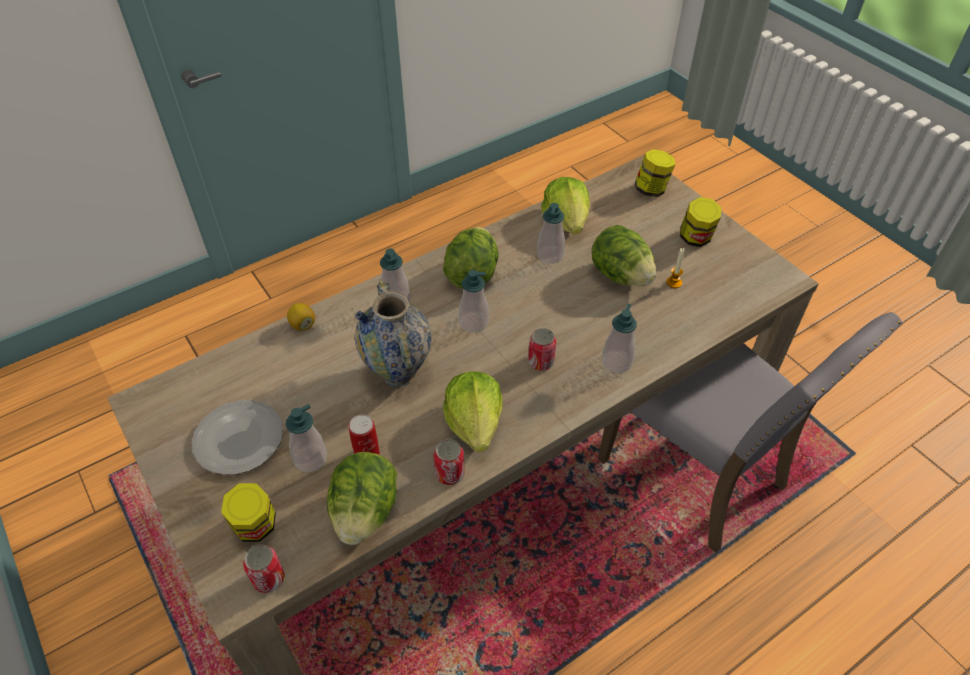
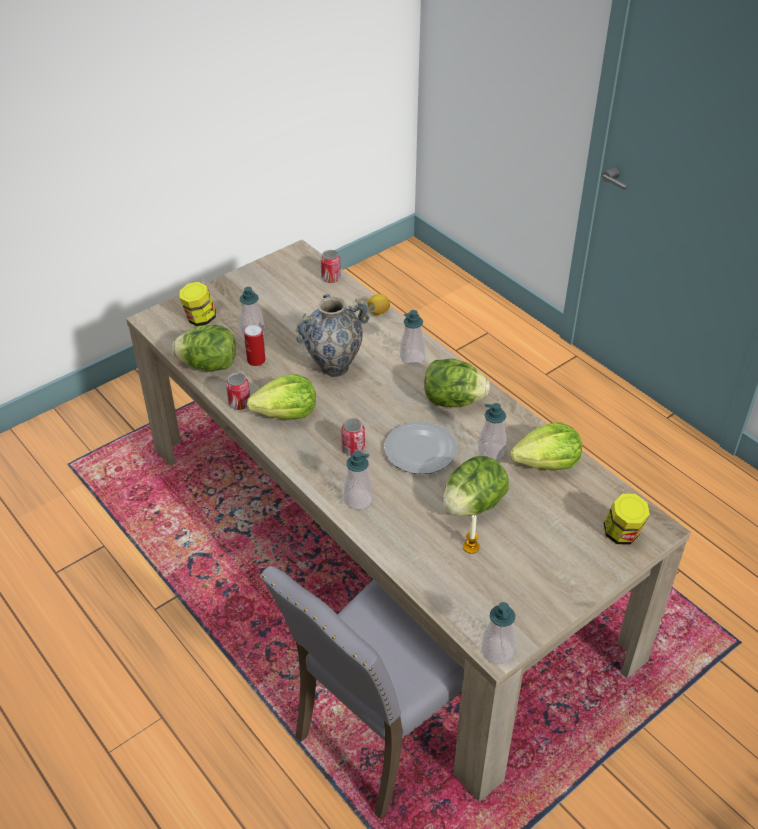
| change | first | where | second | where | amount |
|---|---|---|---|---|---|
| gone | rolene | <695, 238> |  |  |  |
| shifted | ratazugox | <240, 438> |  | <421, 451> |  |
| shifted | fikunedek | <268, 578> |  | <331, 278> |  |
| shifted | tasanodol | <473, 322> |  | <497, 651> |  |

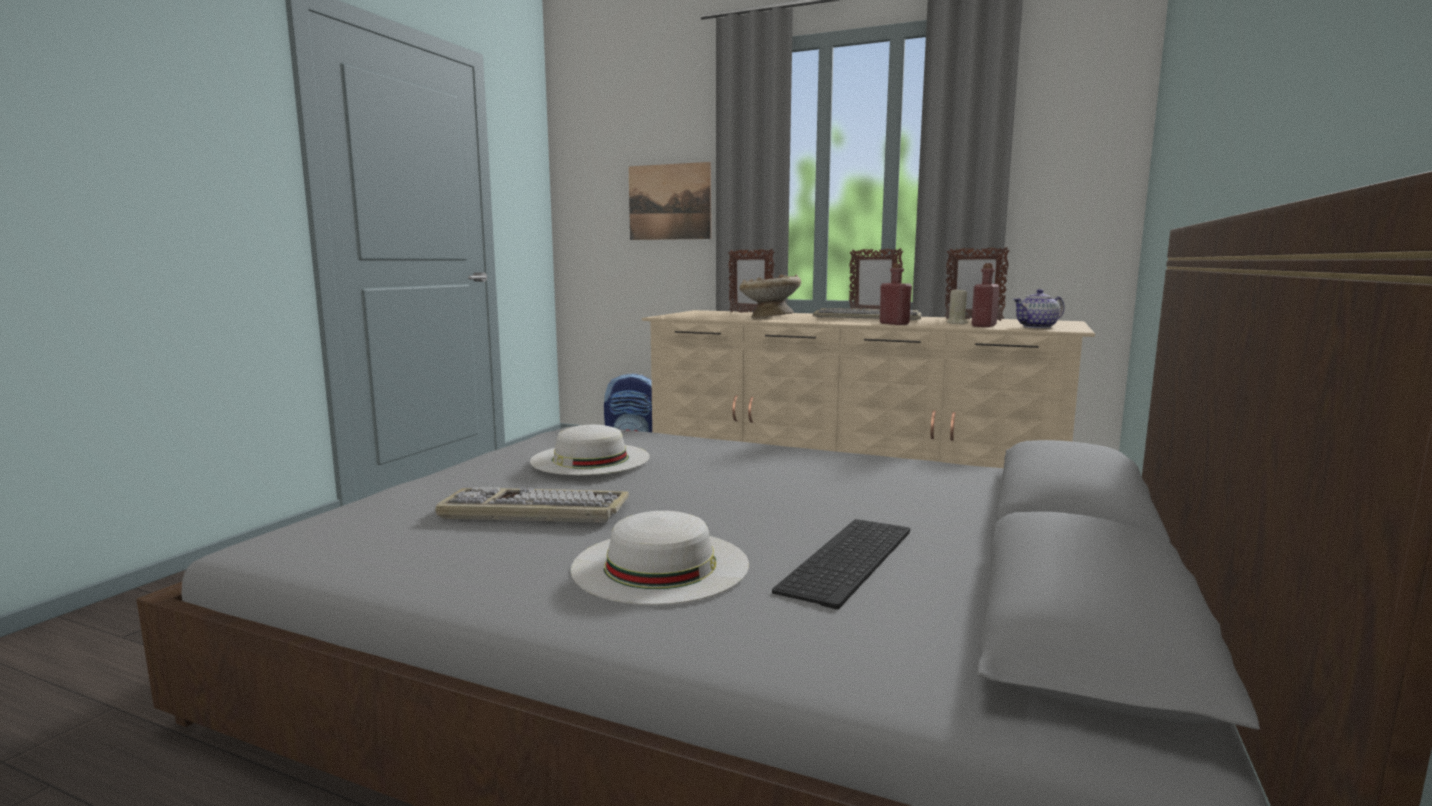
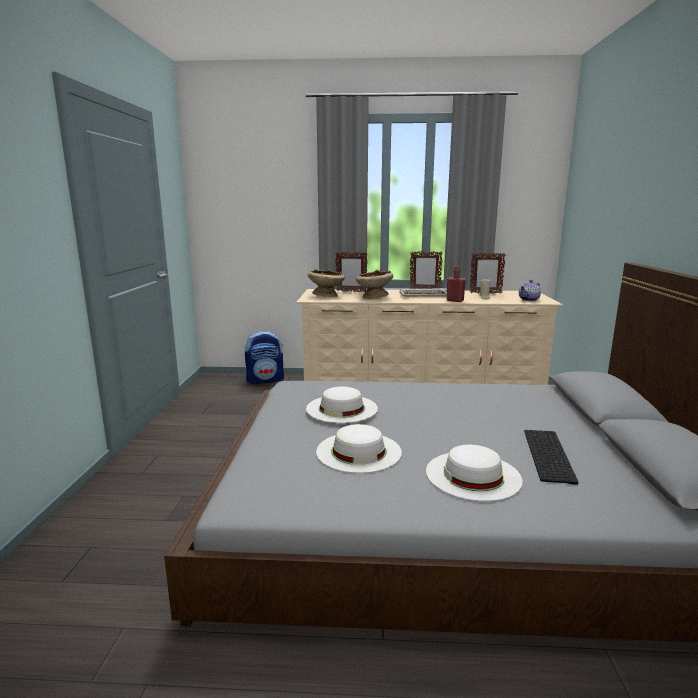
| change | first | where | second | where | amount |
|---|---|---|---|---|---|
| gone | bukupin | <669, 202> |  |  |  |
| gone | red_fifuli | <984, 326> |  |  |  |
| new |  |  | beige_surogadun | <326, 295> |  |
| swapped | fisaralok | <532, 511> | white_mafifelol | <358, 451> |  |

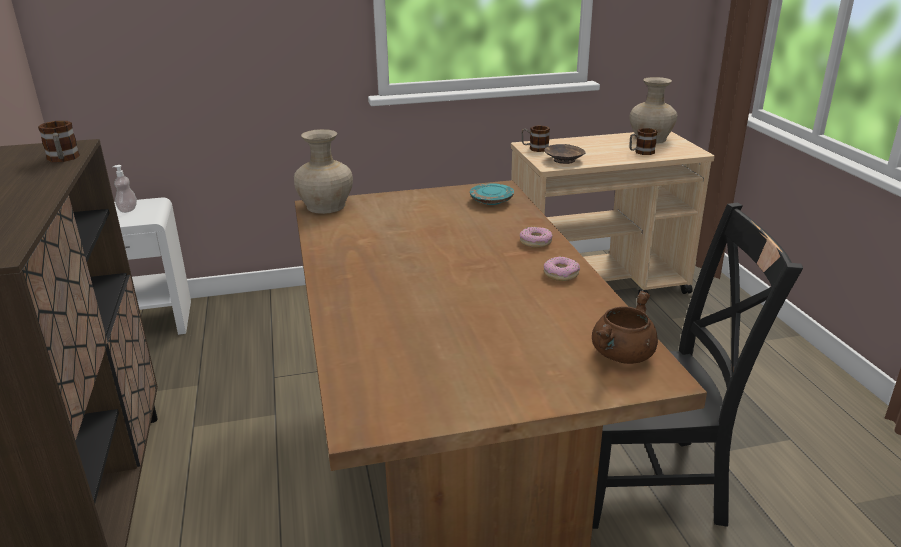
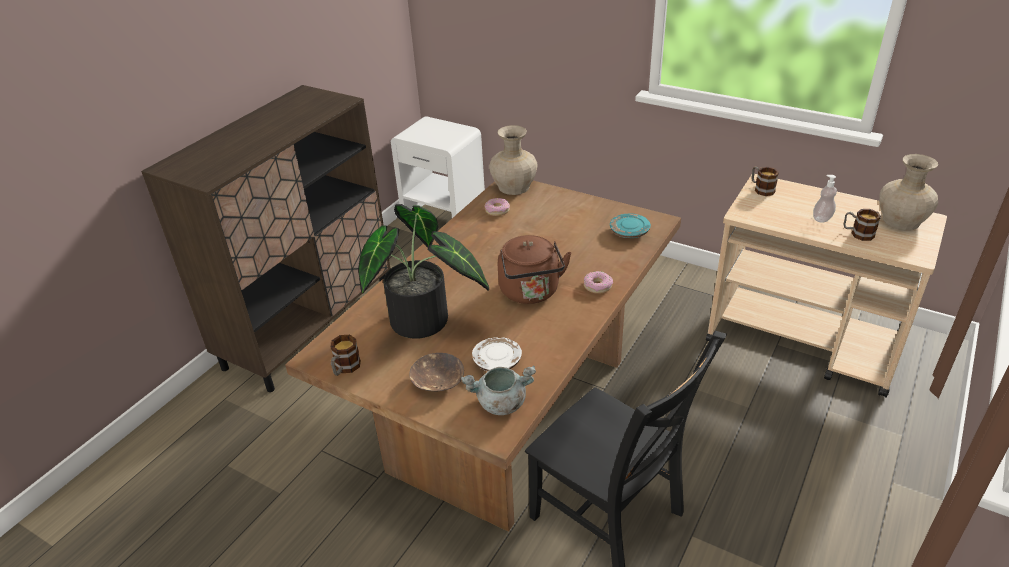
| change | first | where | second | where | amount |
|---|---|---|---|---|---|
| new |  |  | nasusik | <423, 325> |  |
| new |  |  | white_ratazugox | <497, 361> |  |
| new |  |  | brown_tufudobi | <531, 293> |  |
| shifted | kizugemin | <63, 159> |  | <345, 368> |  |
| shifted | tasanodol | <128, 210> |  | <822, 218> |  |
| shifted | brown_surogadun | <564, 160> |  | <437, 381> |  |
| shifted | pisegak | <561, 274> |  | <497, 210> |  |
| repainted | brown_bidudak | <622, 355> | grey_bidudak | <500, 404> |  |

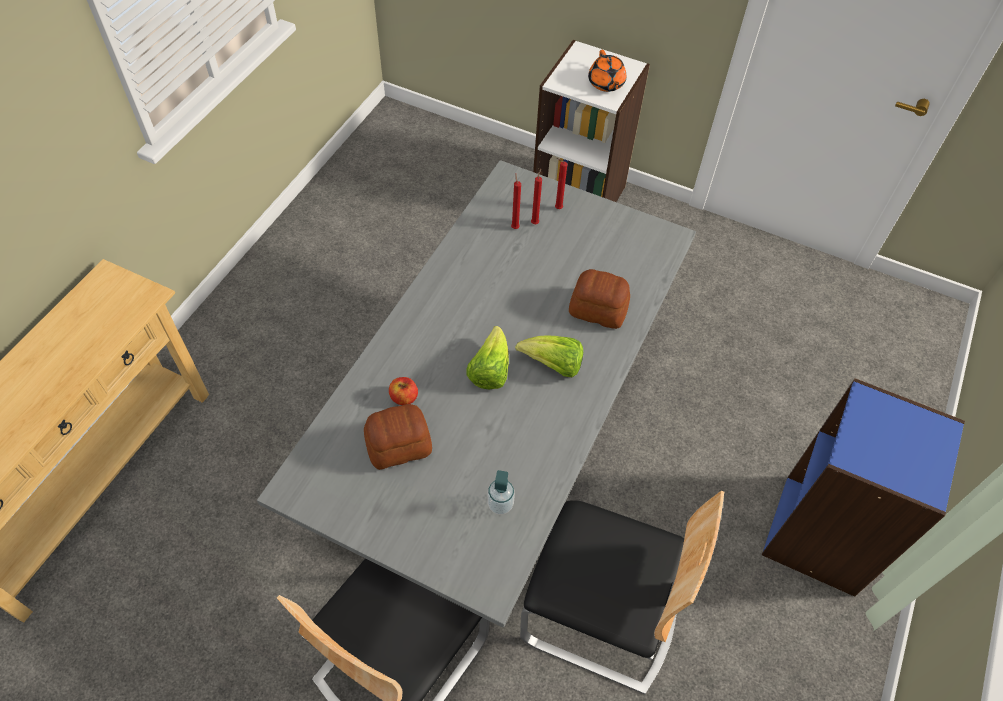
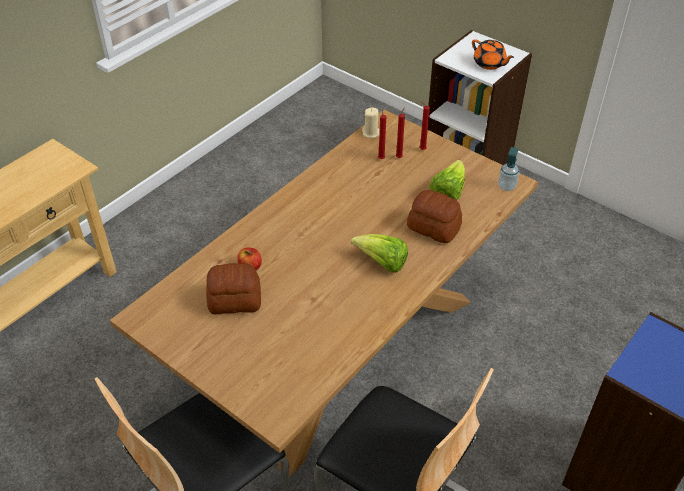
| change | first | where | second | where | amount |
|---|---|---|---|---|---|
| new |  |  | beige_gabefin | <371, 133> |  |
| shifted | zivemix | <490, 370> |  | <448, 192> |  |
| shifted | tasanodol | <500, 504> |  | <506, 186> |  |
| repainted | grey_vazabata | <499, 447> | brown_vazabata | <343, 352> |  |
| rotated | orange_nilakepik | <606, 84> |  | <489, 64> | 45 degrees counterclockwise |

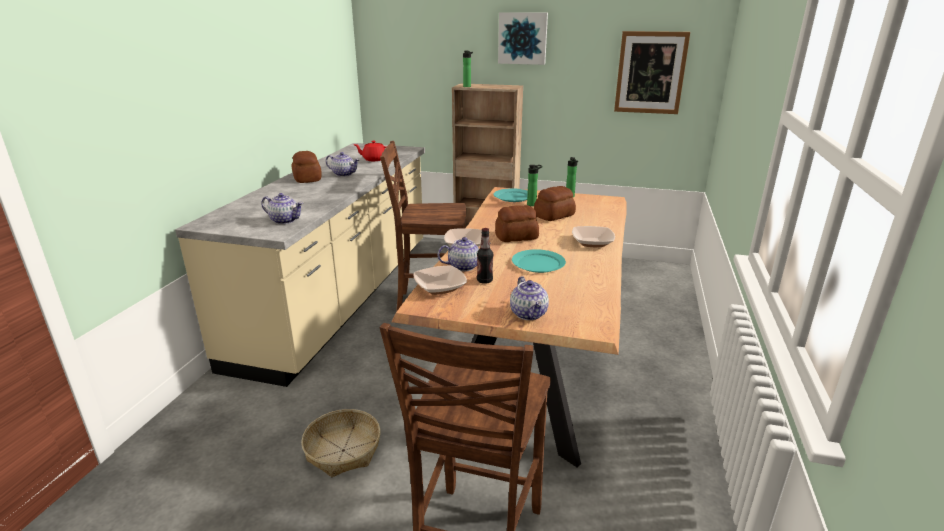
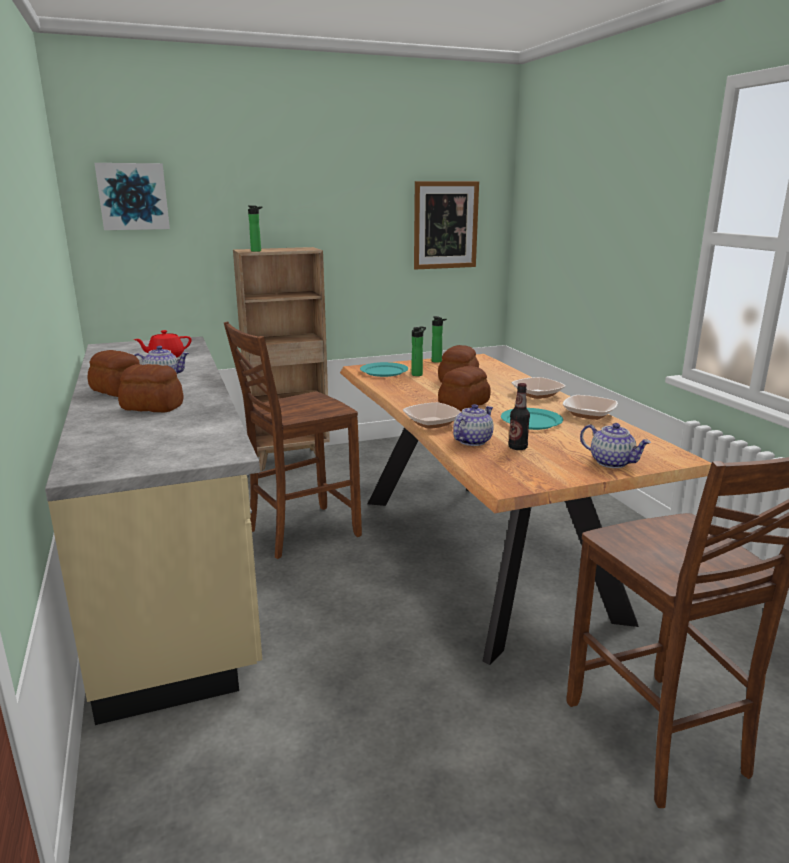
| change | first | where | second | where | amount |
|---|---|---|---|---|---|
| gone | nilakepik | <285, 220> |  |  |  |
| gone | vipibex | <343, 450> |  |  |  |
| new |  |  | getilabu | <152, 407> |  |
| shifted | surogadun | <440, 287> |  | <589, 414> |  |
| shifted | bukupin | <522, 38> |  | <133, 196> |  |

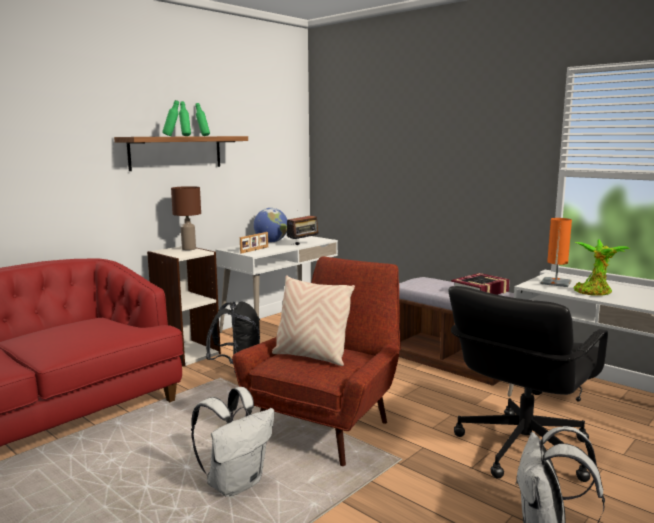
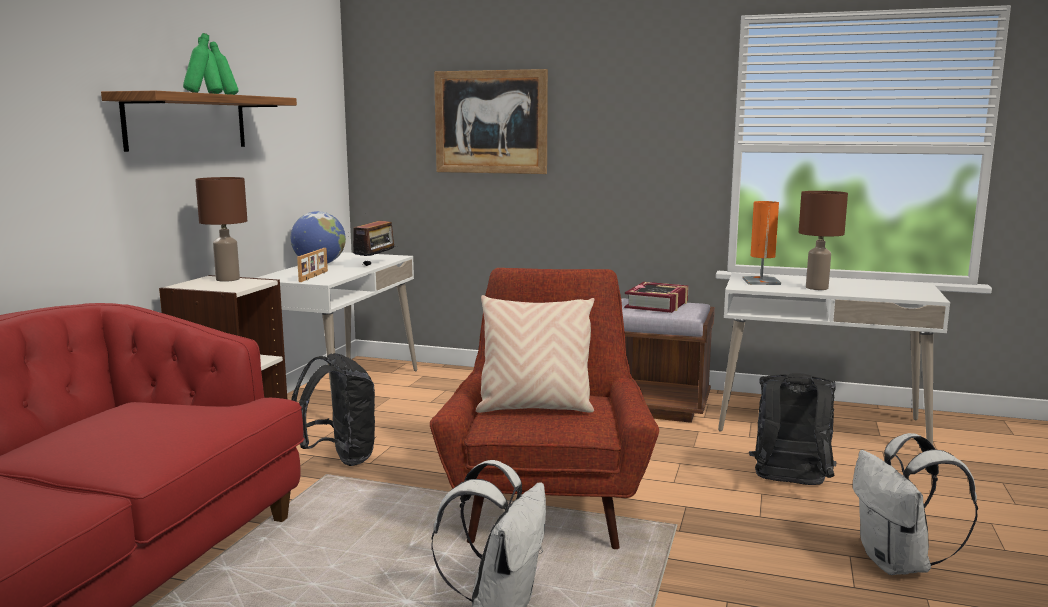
| change | first | where | second | where | amount |
|---|---|---|---|---|---|
| new |  |  | bukupin | <491, 122> |  |
| swapped | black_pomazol | <521, 449> | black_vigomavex | <789, 485> |  |
| swapped | nasusik | <594, 293> | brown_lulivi | <816, 288> |  |

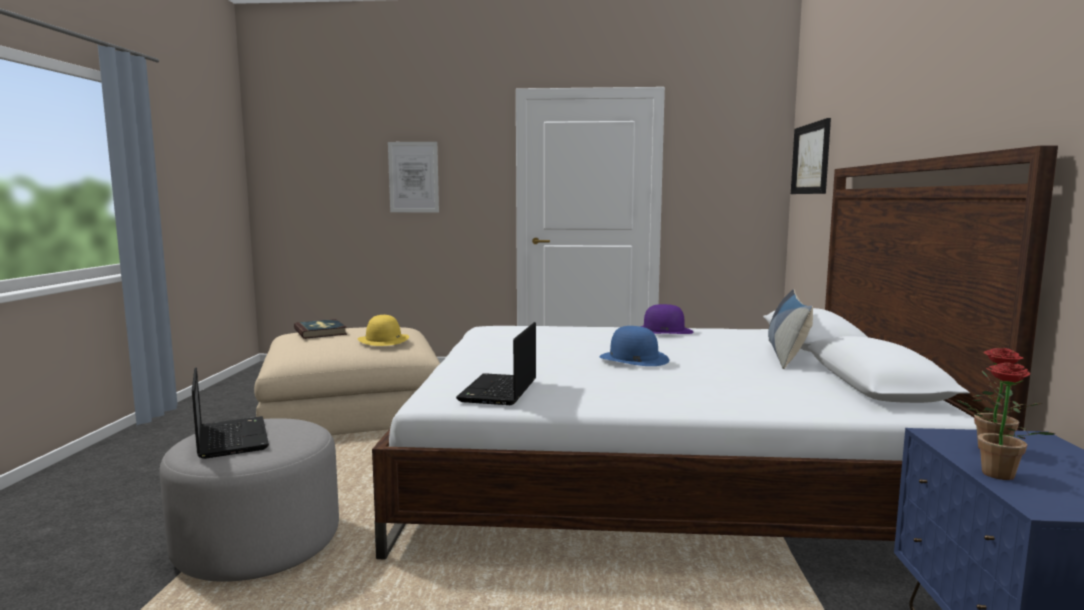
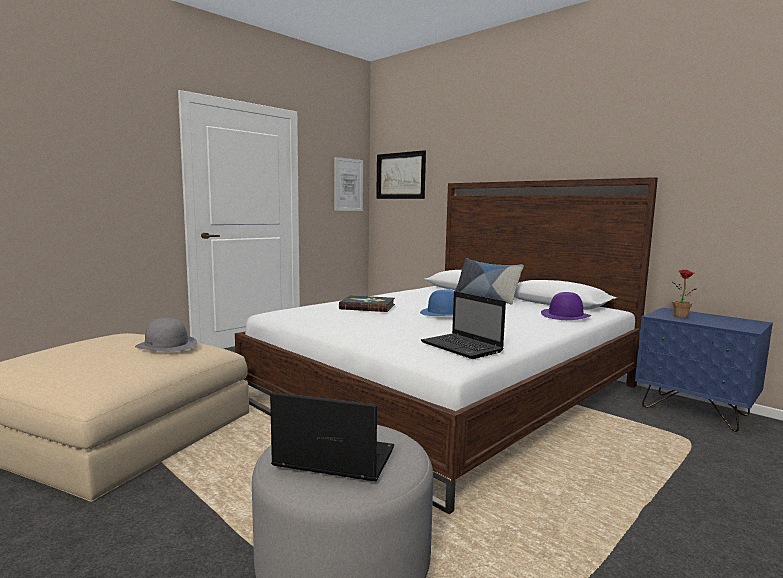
| change | first | where | second | where | amount |
|---|---|---|---|---|---|
| gone | nasusik | <992, 475> |  |  |  |
| shifted | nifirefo | <320, 332> |  | <367, 306> |  |
| shifted | bukupin | <413, 177> |  | <348, 185> |  |
| shifted | purple_mafifelol | <664, 331> |  | <565, 315> |  |
| repainted | yellow_mafifelol | <383, 340> | grey_mafifelol | <167, 345> |  |

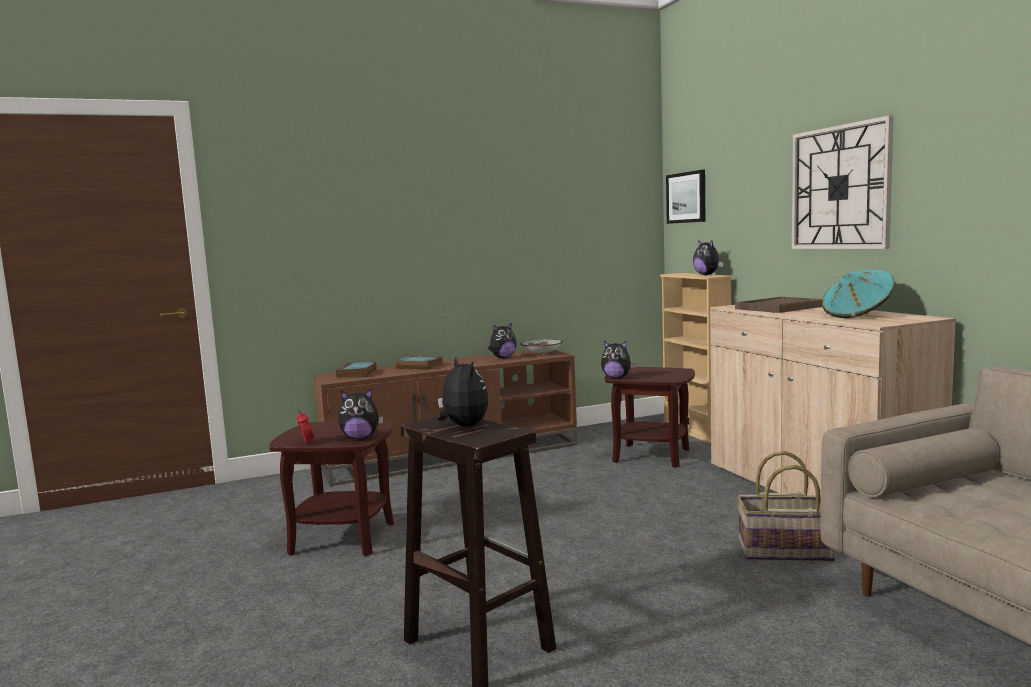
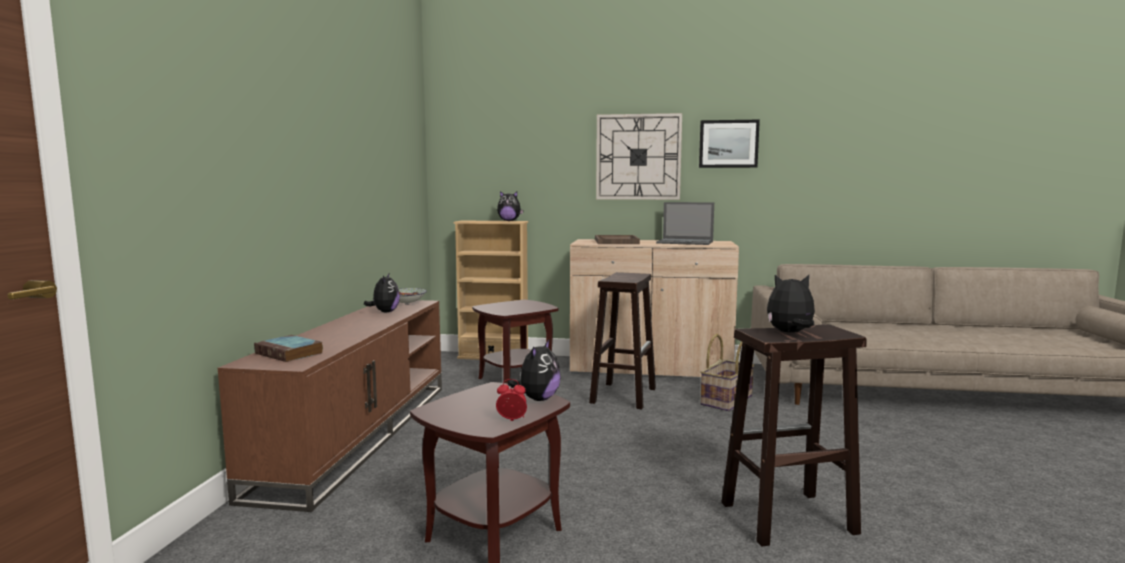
| change | first | where | second | where | amount |
|---|---|---|---|---|---|
| gone | nifirefo | <418, 366> |  |  |  |
| gone | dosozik | <616, 377> |  |  |  |
| new |  |  | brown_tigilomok | <623, 395> |  |
| shifted | bukupin | <686, 197> |  | <728, 144> |  |
| swapped | turquoise_mafifelol | <857, 315> | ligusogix | <685, 242> |  |

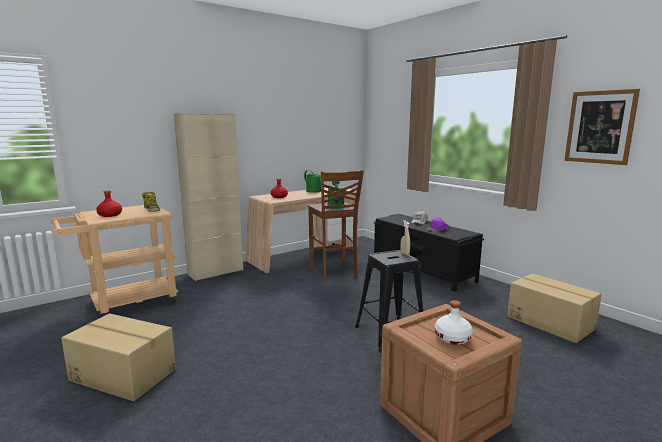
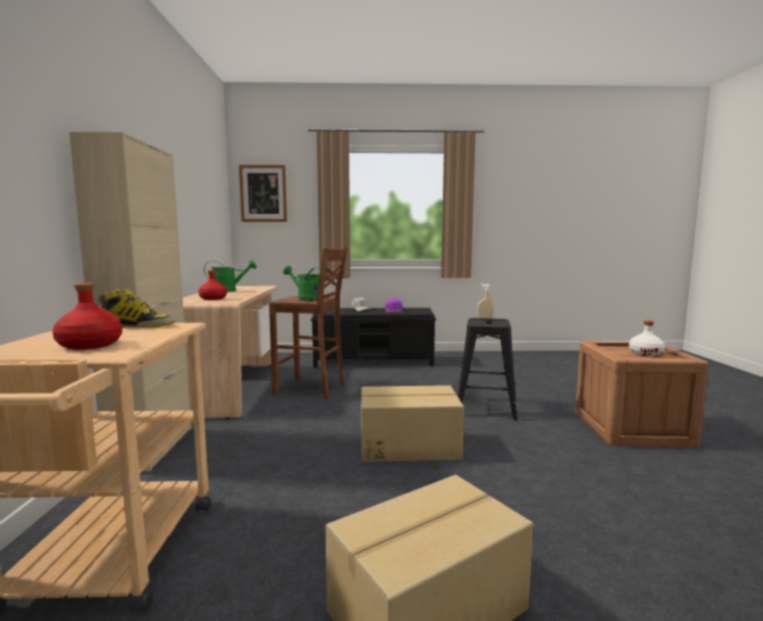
| change | first | where | second | where | amount |
|---|---|---|---|---|---|
| shifted | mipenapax | <550, 322> |  | <408, 445> |  |
| shifted | bukupin | <600, 127> |  | <263, 193> |  |

